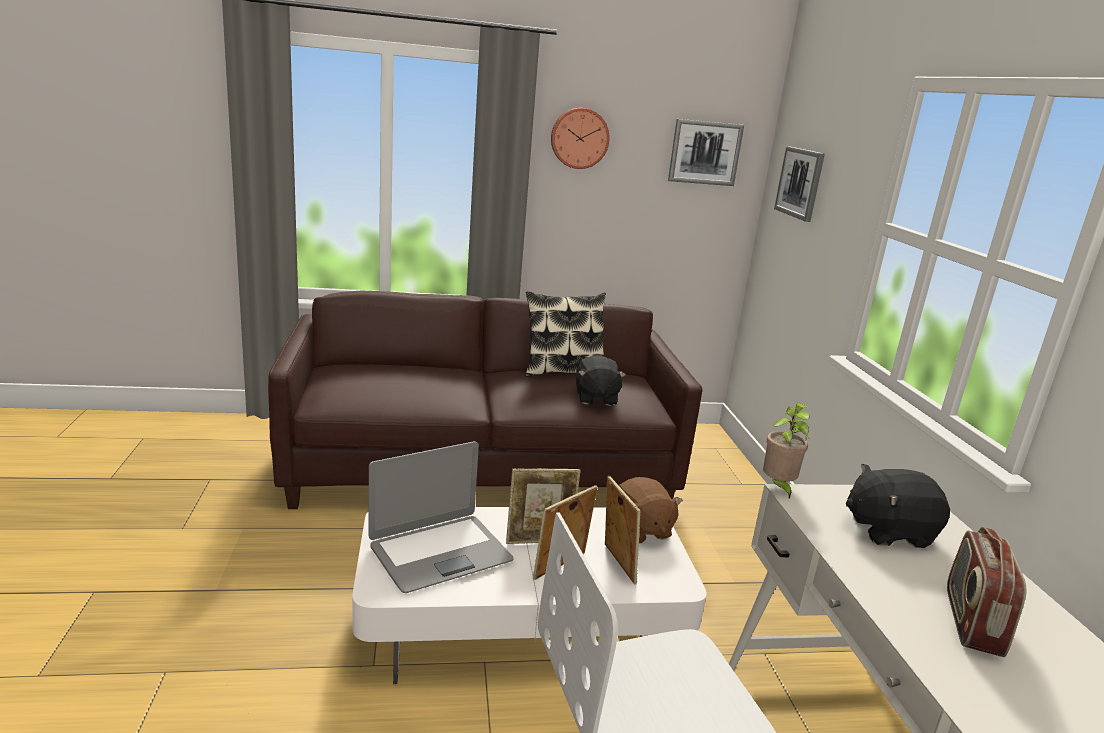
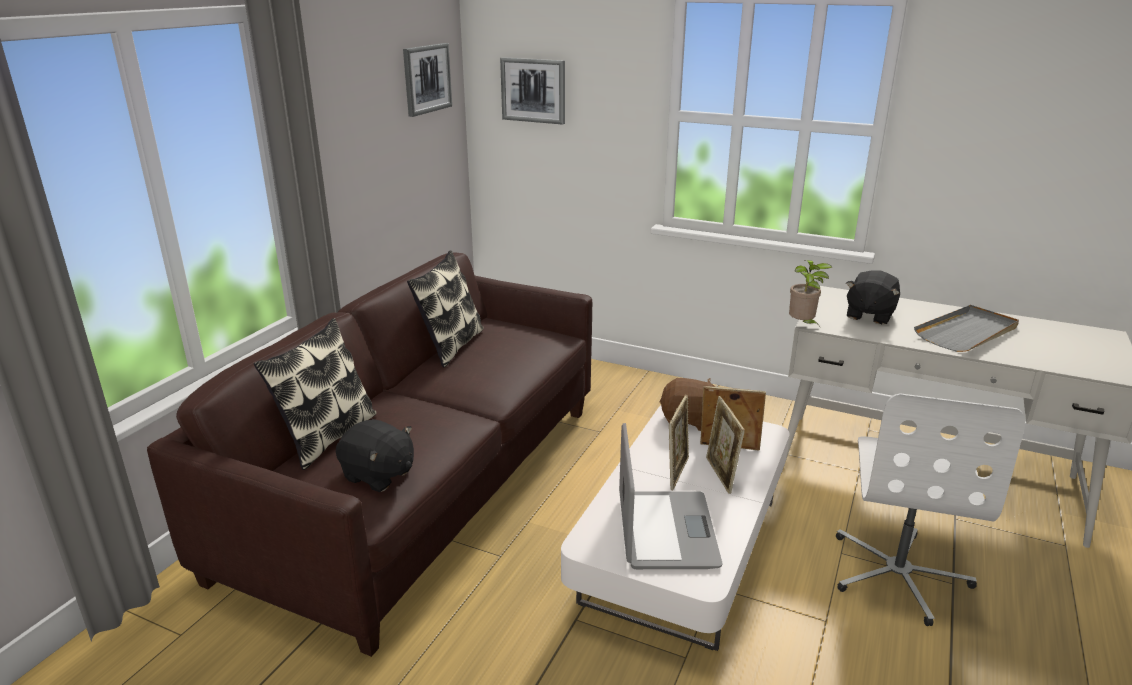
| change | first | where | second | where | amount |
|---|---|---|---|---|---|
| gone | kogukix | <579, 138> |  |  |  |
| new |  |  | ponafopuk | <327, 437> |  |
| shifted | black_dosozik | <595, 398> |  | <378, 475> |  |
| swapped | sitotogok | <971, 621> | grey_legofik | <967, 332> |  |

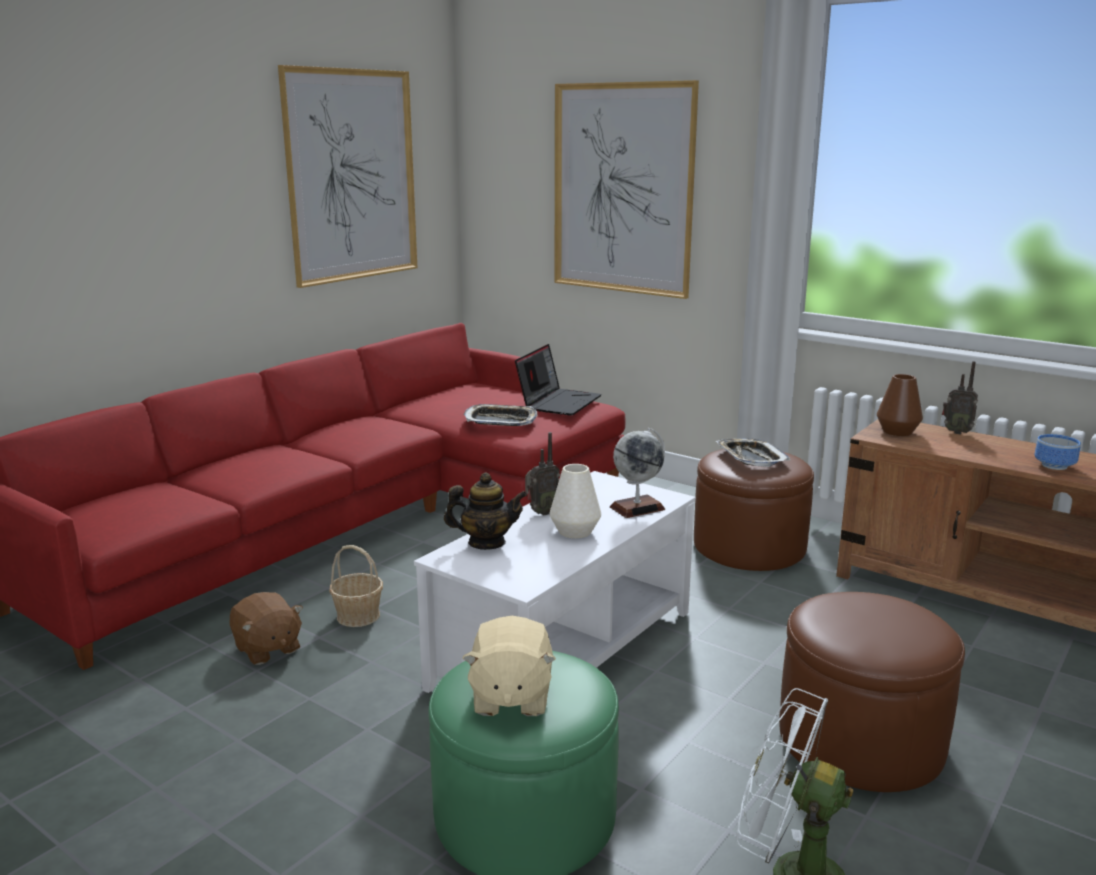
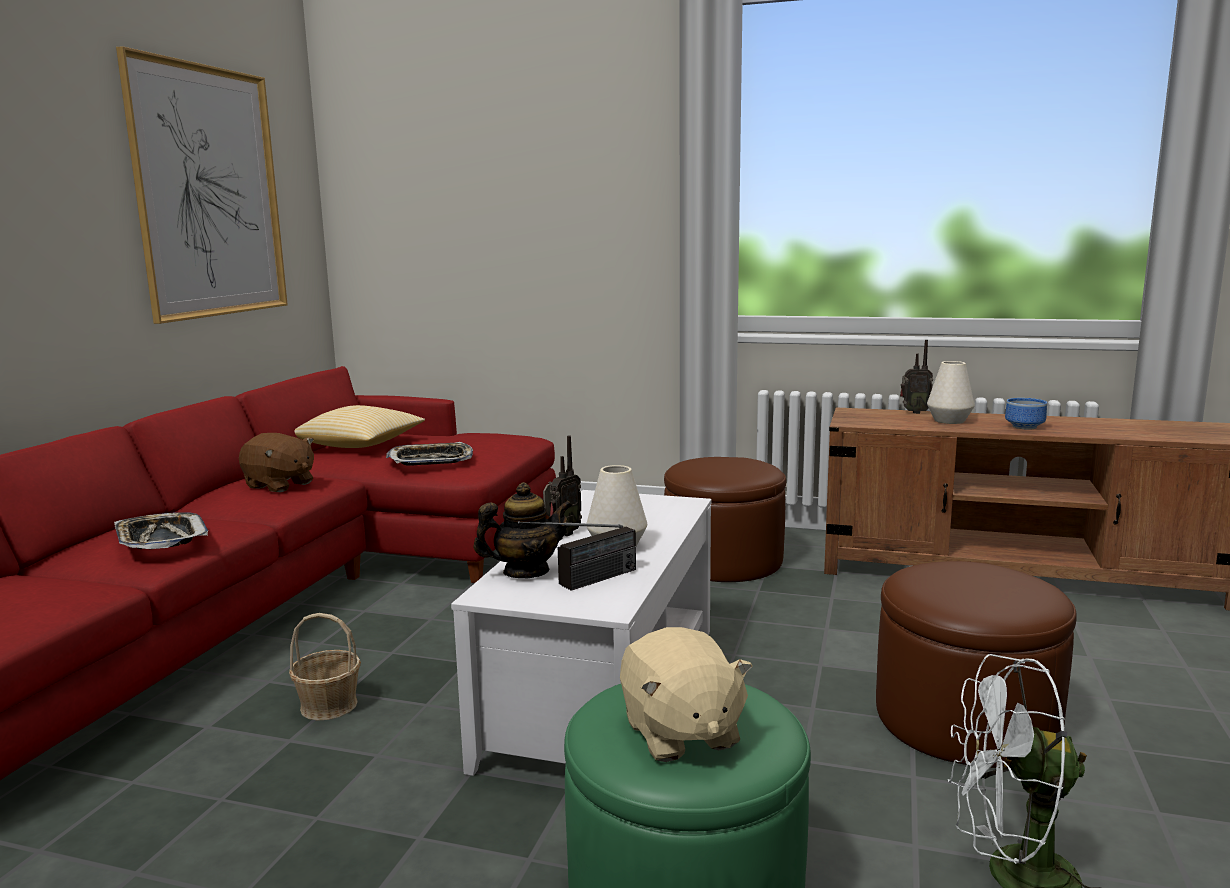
| change | first | where | second | where | amount |
|---|---|---|---|---|---|
| gone | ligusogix | <559, 402> |  |  |  |
| gone | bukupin | <622, 189> |  |  |  |
| gone | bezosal | <637, 508> |  |  |  |
| gone | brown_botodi | <897, 431> |  |  |  |
| new |  |  | ponafopuk | <361, 445> |  |
| new |  |  | sitotogok | <581, 583> |  |
| new |  |  | white_botodi | <949, 421> |  |
| shifted | brown_dosozik | <267, 649> |  | <279, 485> |  |
| shifted | legofik | <751, 458> |  | <161, 539> |  |

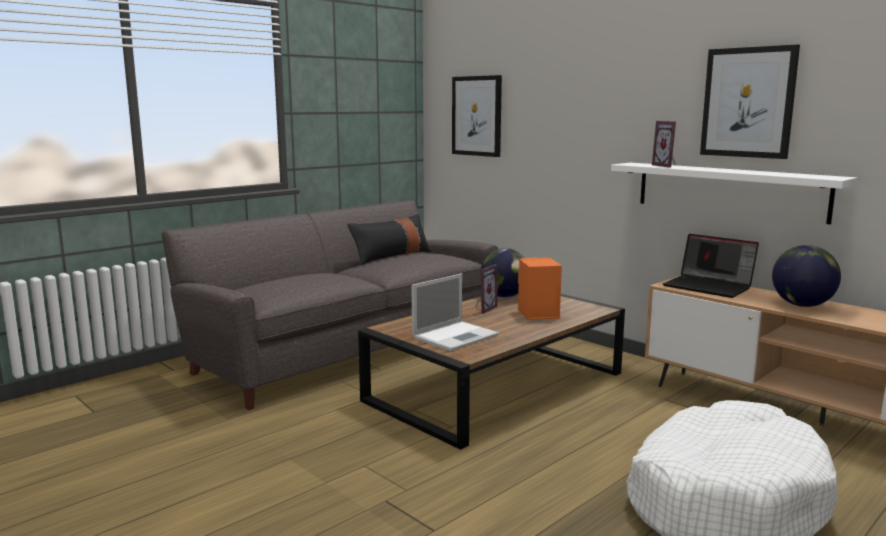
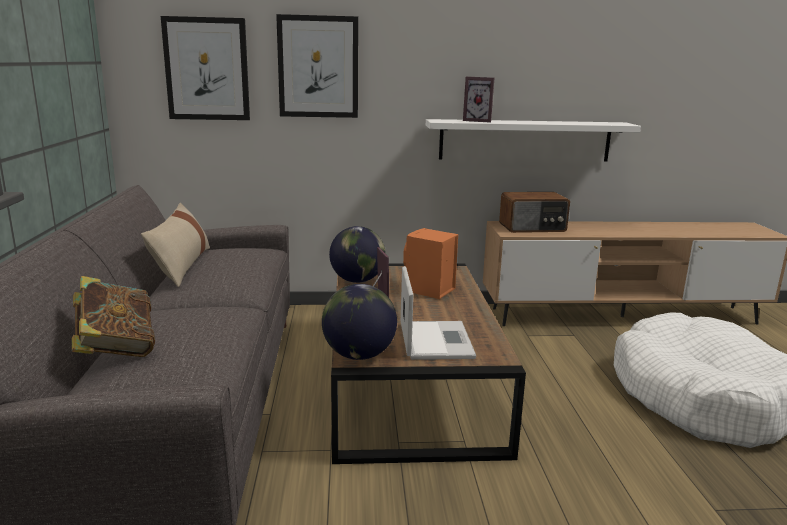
| change | first | where | second | where | amount |
|---|---|---|---|---|---|
| new |  |  | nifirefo | <116, 349> |  |
| shifted | bukupin | <748, 102> |  | <318, 67> |  |
| shifted | bezosal | <802, 305> |  | <359, 355> |  |
| swapped | ligusogix | <709, 287> | sitotogok | <533, 228> |  |
| repainted | black_ponafopuk | <391, 256> | beige_ponafopuk | <181, 265> |  |

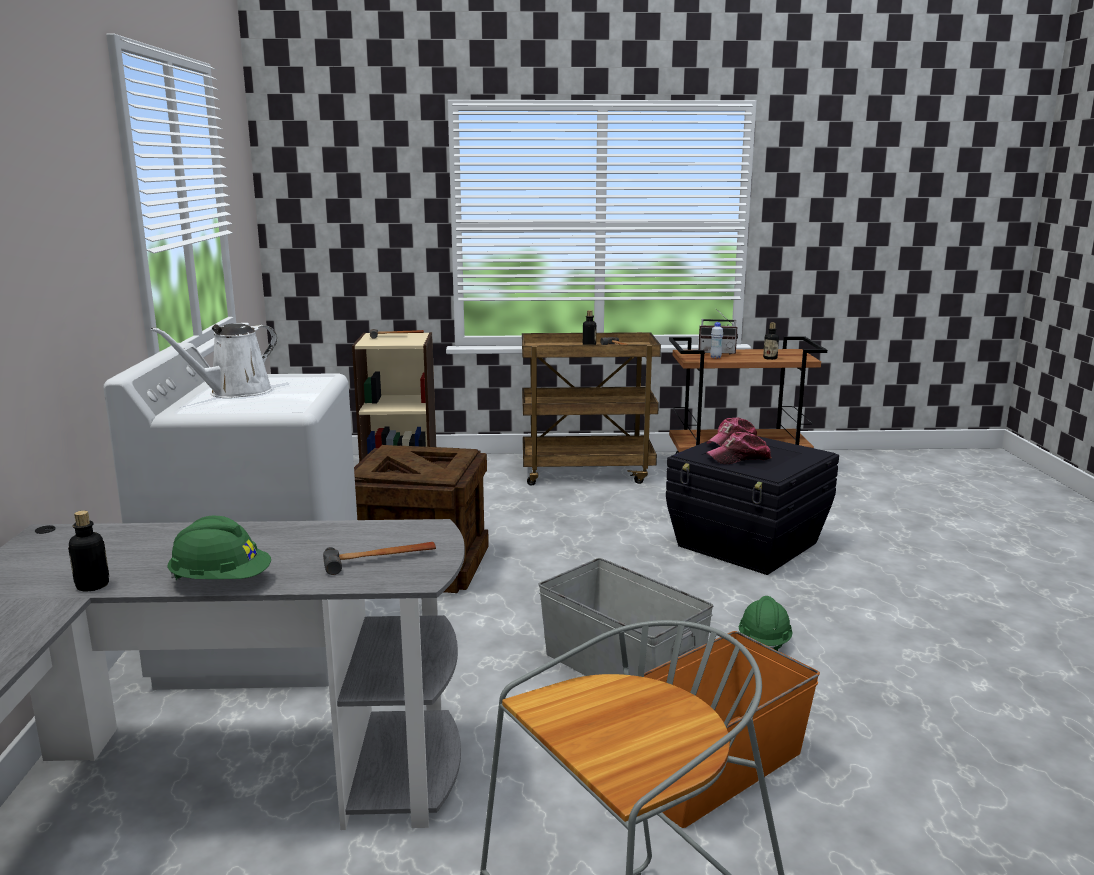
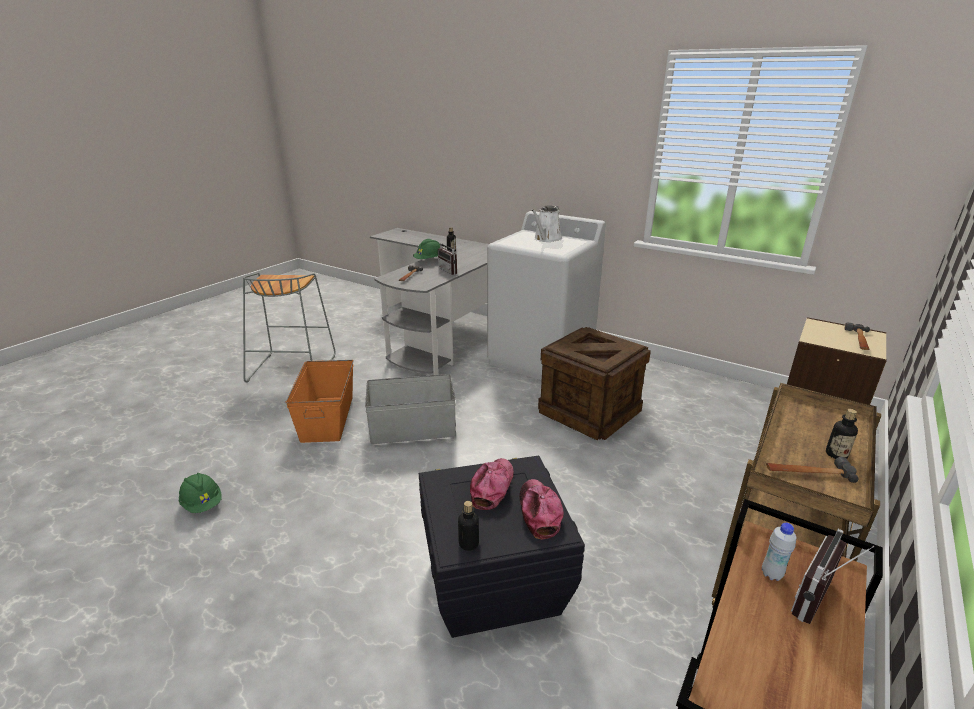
| change | first | where | second | where | amount |
|---|---|---|---|---|---|
| new |  |  | sitotogok | <451, 271> |  |
| shifted | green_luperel | <764, 641> |  | <202, 504> |  |
| shifted | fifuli | <770, 358> |  | <468, 543> |  |
| rotated | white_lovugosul | <235, 392> |  | <546, 239> | 135 degrees counterclockwise |

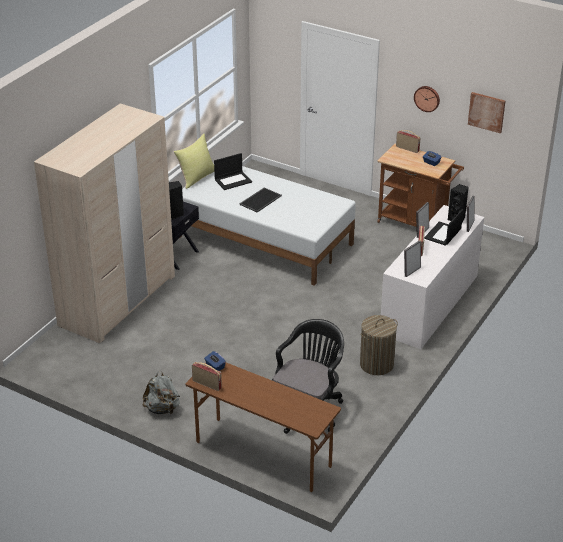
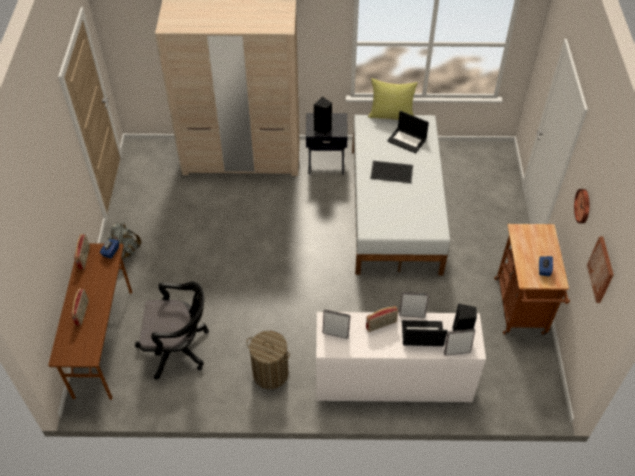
| change | first | where | second | where | amount |
|---|---|---|---|---|---|
| shifted | sitotogok | <407, 149> |  | <82, 313> |  |

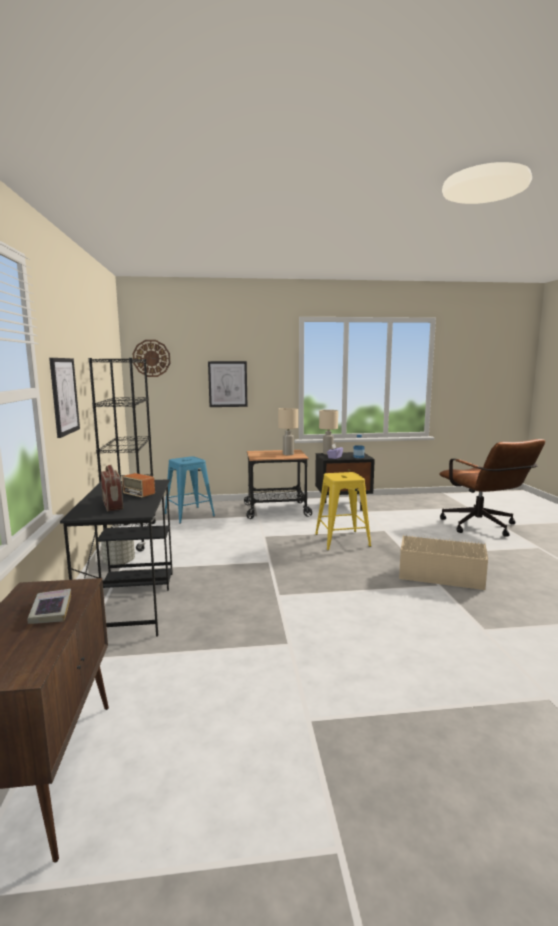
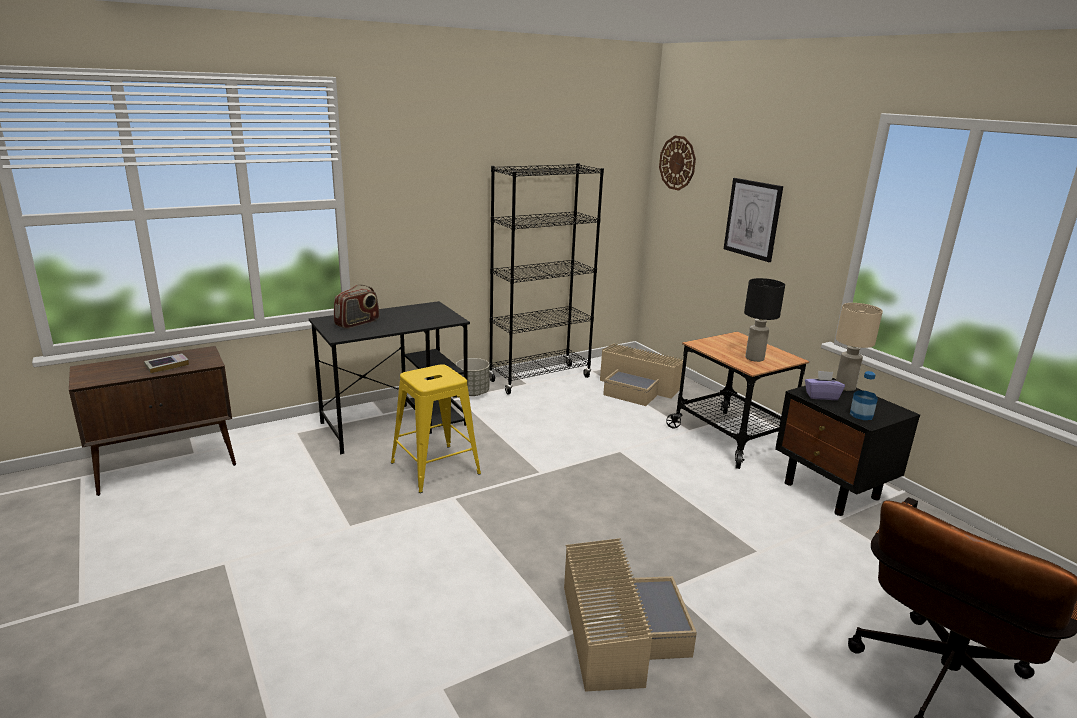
| change | first | where | second | where | amount |
|---|---|---|---|---|---|
| gone | bukupin | <64, 396> |  |  |  |
| gone | sitotogok | <137, 489> |  |  |  |
| shifted | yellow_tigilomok | <341, 540> |  | <435, 468> |  |
| swapped | blue_tigilomok | <189, 515> | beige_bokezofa | <638, 387> |  |
| repainted | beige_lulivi | <288, 454> | black_lulivi | <754, 358> |  |

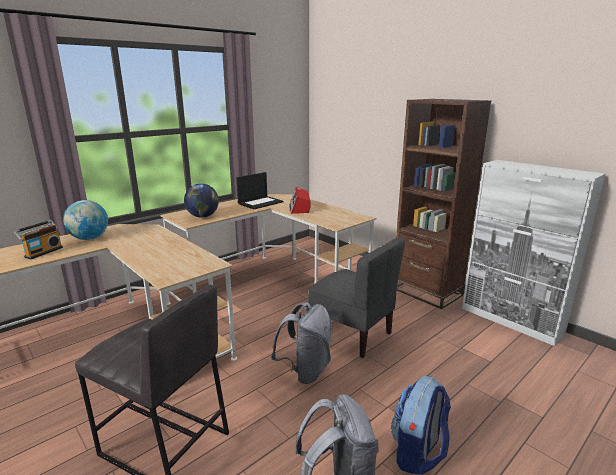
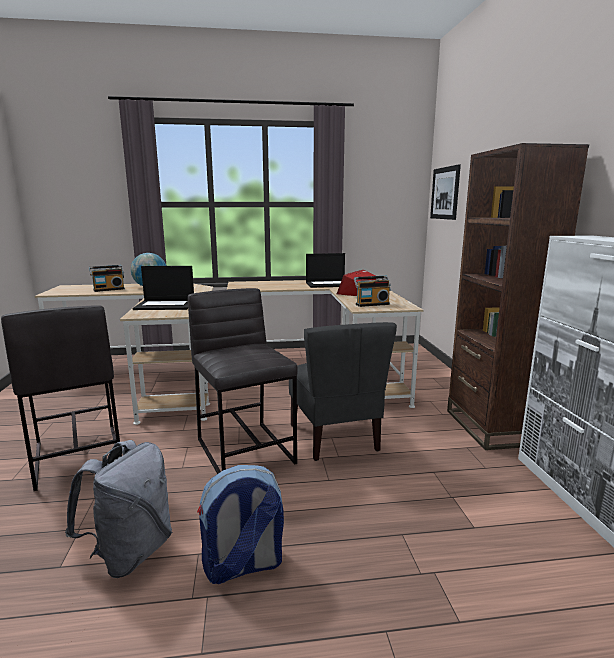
| change | first | where | second | where | amount |
|---|---|---|---|---|---|
| gone | bezosal | <203, 216> |  |  |  |
| new |  |  | ligusogix | <166, 305> |  |
| new |  |  | sitotogok | <372, 304> |  |
| new |  |  | bukupin | <445, 193> |  |
| swapped | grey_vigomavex | <305, 371> | grey_tigilomok | <246, 450> |  |

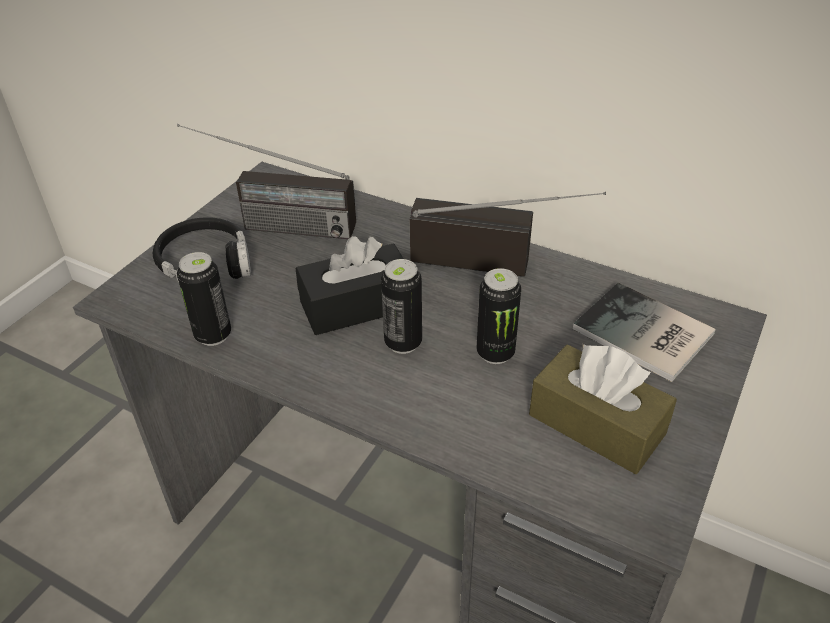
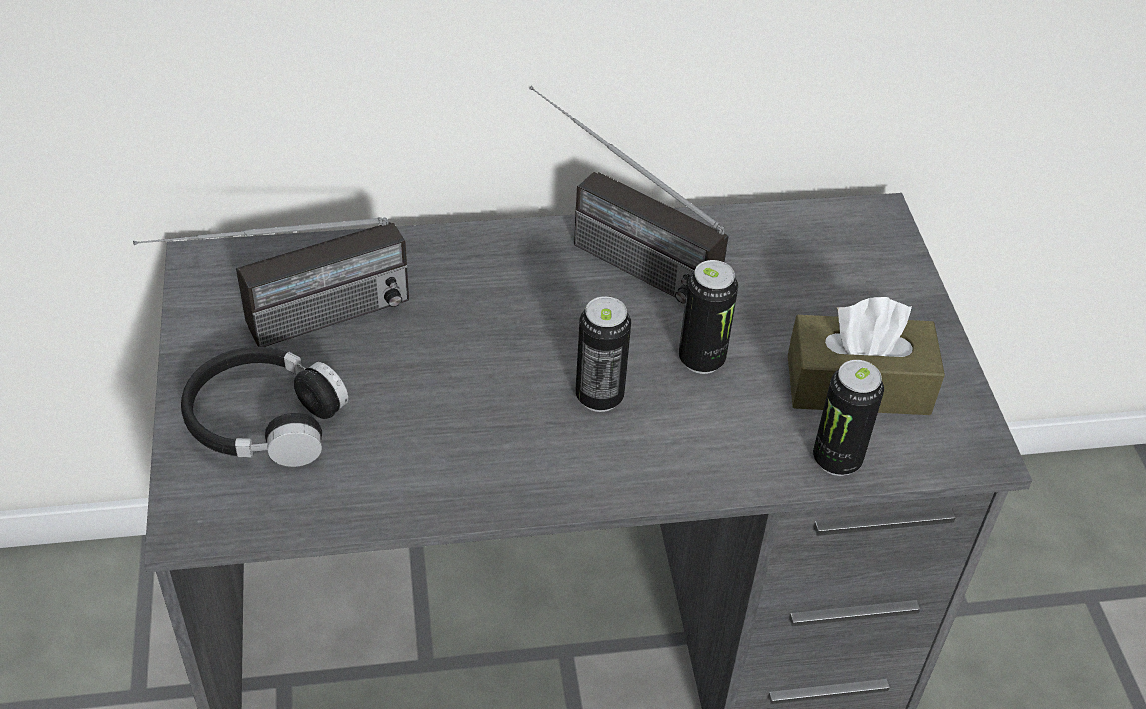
| change | first | where | second | where | amount |
|---|---|---|---|---|---|
| gone | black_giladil | <356, 305> |  |  |  |
| gone | nifirefo | <644, 335> |  |  |  |
| shifted | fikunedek | <213, 335> |  | <836, 459> |  |
| rotated | sitotogok | <501, 263> |  | <609, 252> | 120 degrees counterclockwise |

